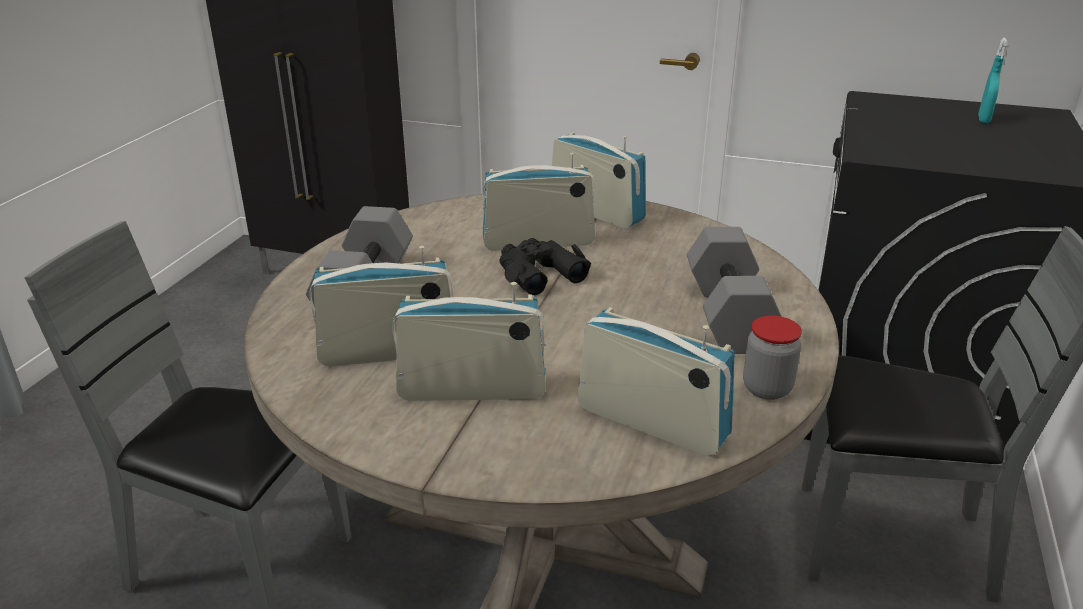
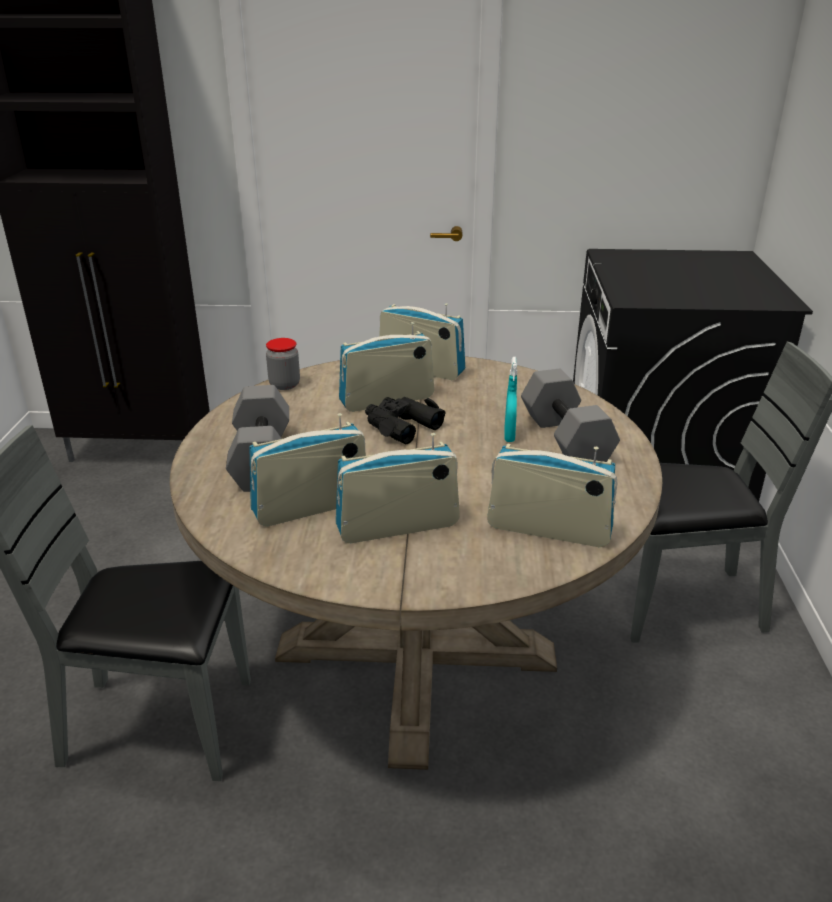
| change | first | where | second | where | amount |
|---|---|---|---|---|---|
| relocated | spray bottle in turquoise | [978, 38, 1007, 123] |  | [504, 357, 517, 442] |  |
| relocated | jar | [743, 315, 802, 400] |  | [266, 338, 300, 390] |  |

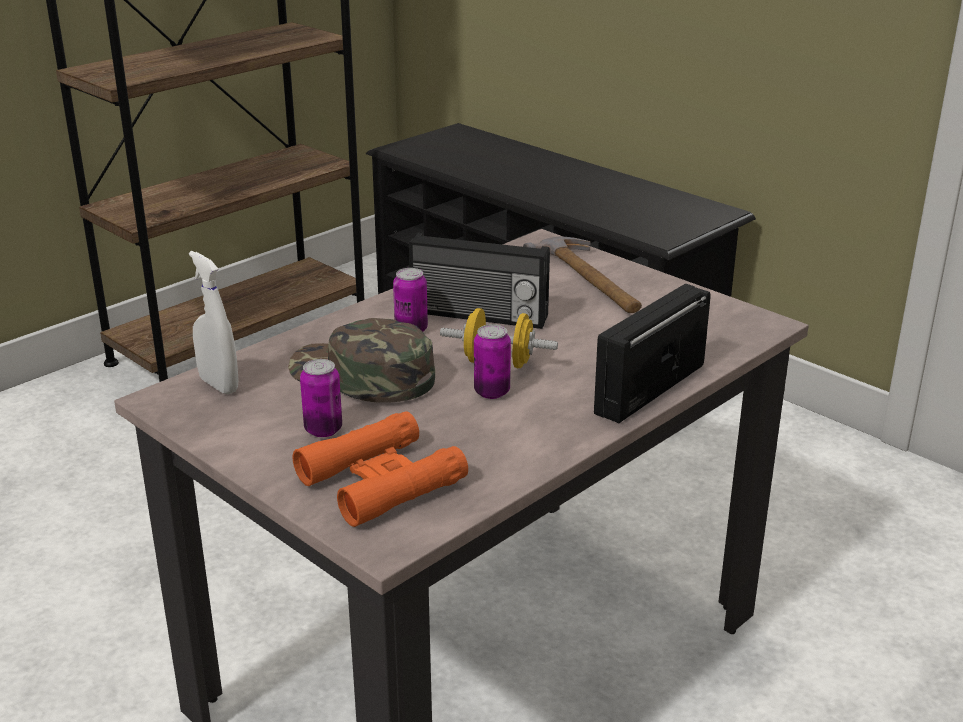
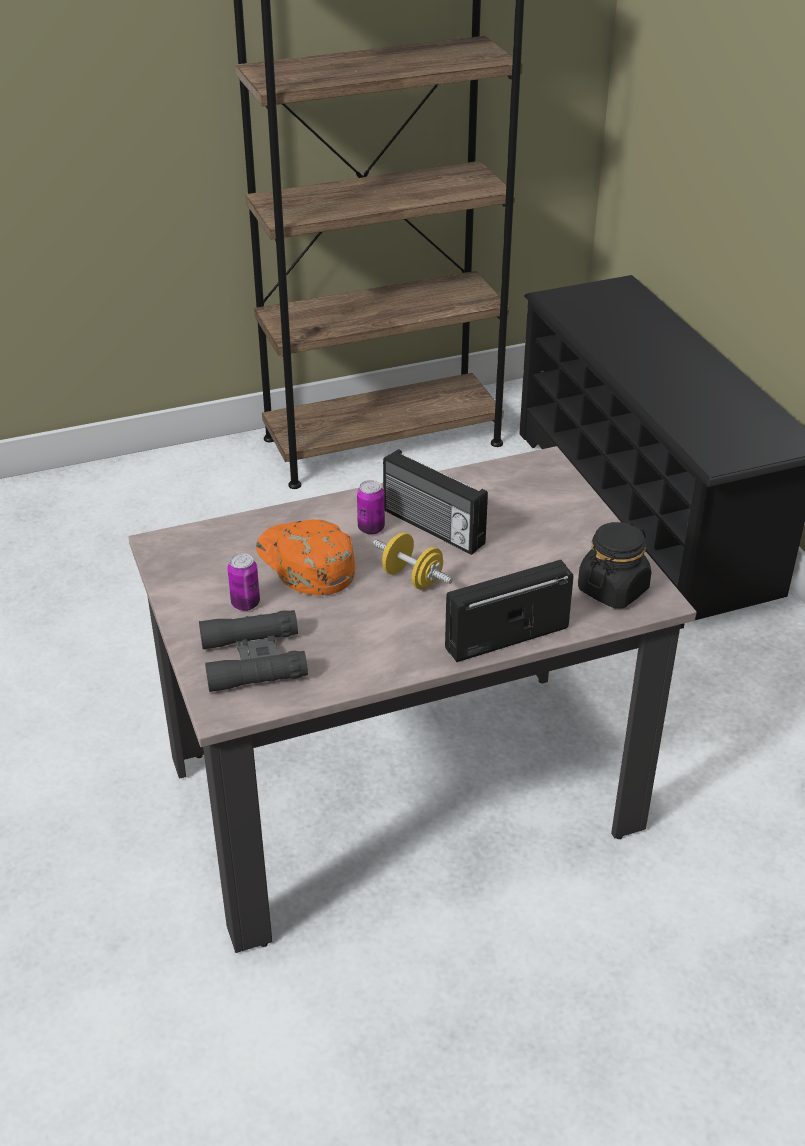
| change | first | where | second | where | amount |
|---|---|---|---|---|---|
| missing | hammer | [523, 237, 642, 313] |  |  |  |
| missing | spray bottle in white | [189, 251, 239, 394] |  |  |  |
| colour | cap in green | [288, 318, 435, 403] | cap in orange | [256, 519, 355, 595] |  |
| missing | can | [474, 324, 511, 399] |  |  |  |
| colour | binoculars in orange | [292, 411, 468, 527] | binoculars in black | [199, 610, 308, 692] |  |
| appeared |  |  | jar in black | [578, 522, 652, 609] |  |

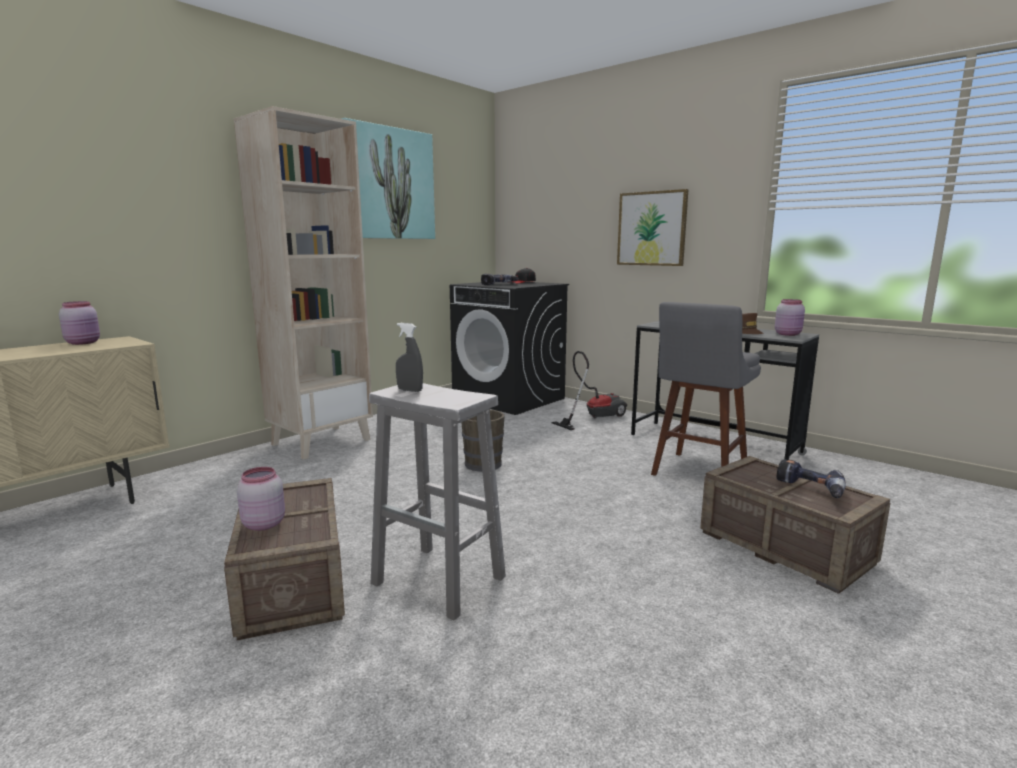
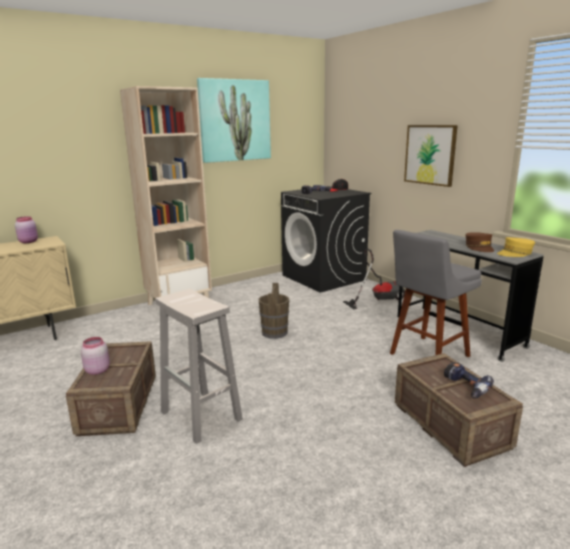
| change | first | where | second | where | amount |
|---|---|---|---|---|---|
| exchanged | jar in pink | [775, 299, 805, 336] | cap in yellow | [497, 237, 535, 257] |  |
| missing | spray bottle in grey | [396, 323, 423, 392] |  |  |  |

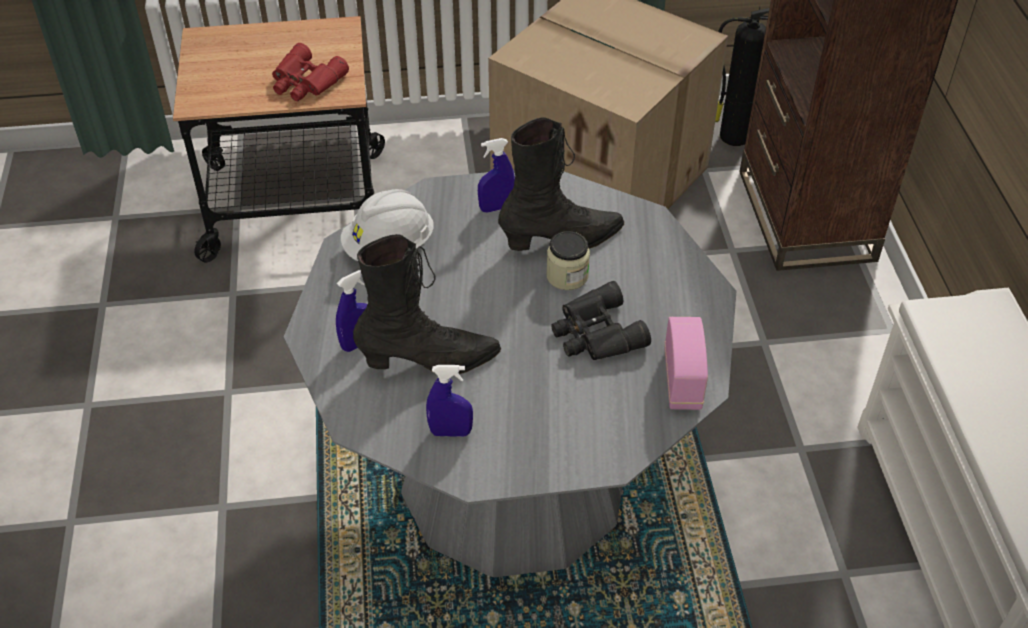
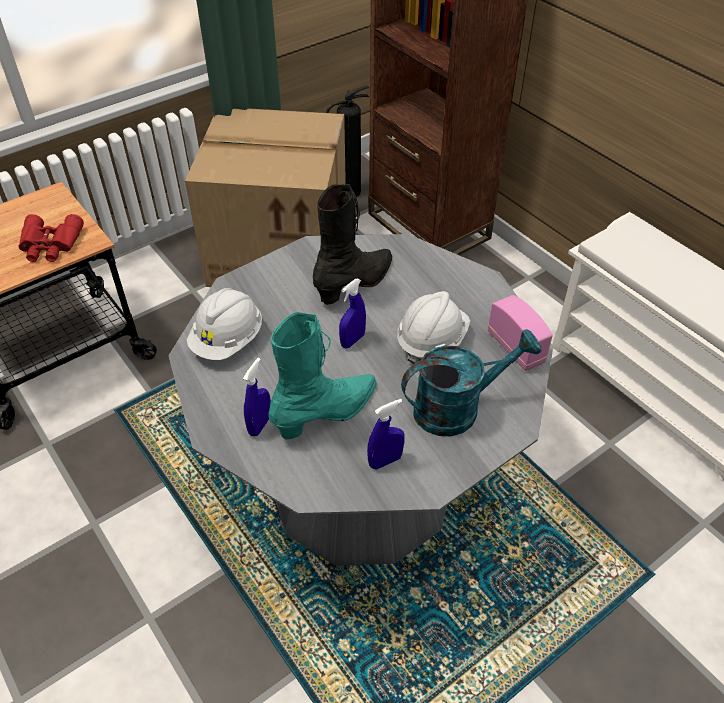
| change | first | where | second | where | amount |
|---|---|---|---|---|---|
| relocated | spray bottle in blue | [478, 138, 515, 213] |  | [339, 279, 366, 348] |  |
| missing | jar | [546, 231, 590, 290] |  |  |  |
| colour | boot in black | [353, 234, 501, 374] | boot in turquoise | [269, 312, 377, 440] |  |
| exchanged | binoculars in black | [551, 281, 651, 360] | hard hat in white | [397, 291, 470, 365] |  |
| appeared |  |  | watering can in turquoise | [401, 329, 541, 436] |  |

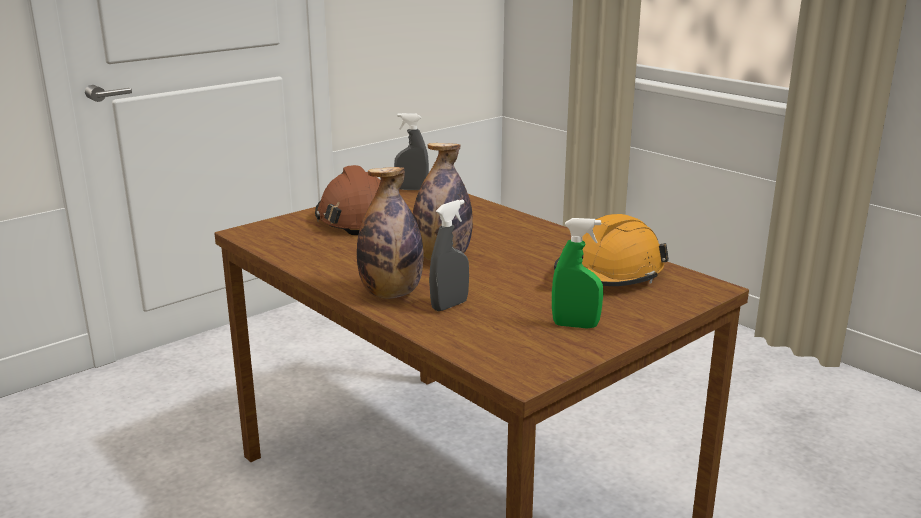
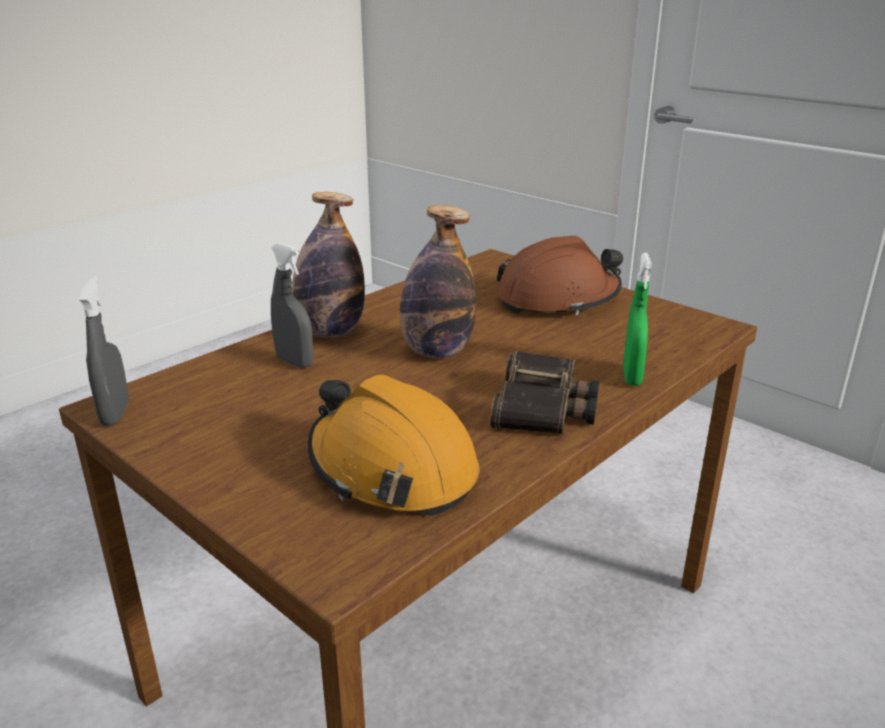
| change | first | where | second | where | amount |
|---|---|---|---|---|---|
| relocated | spray bottle in grey | [394, 113, 429, 190] |  | [79, 276, 129, 426] |  |
| relocated | spray bottle in green | [552, 218, 603, 328] |  | [623, 253, 652, 386] |  |
| appeared |  |  | binoculars | [490, 350, 599, 434] |  |

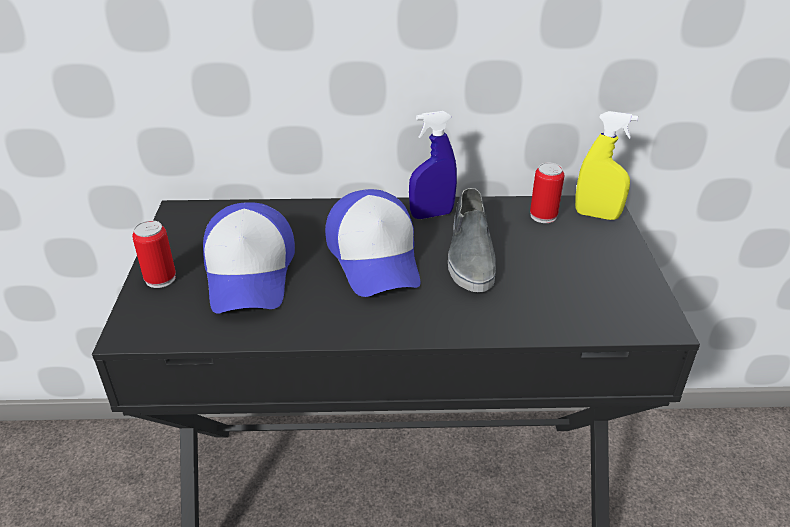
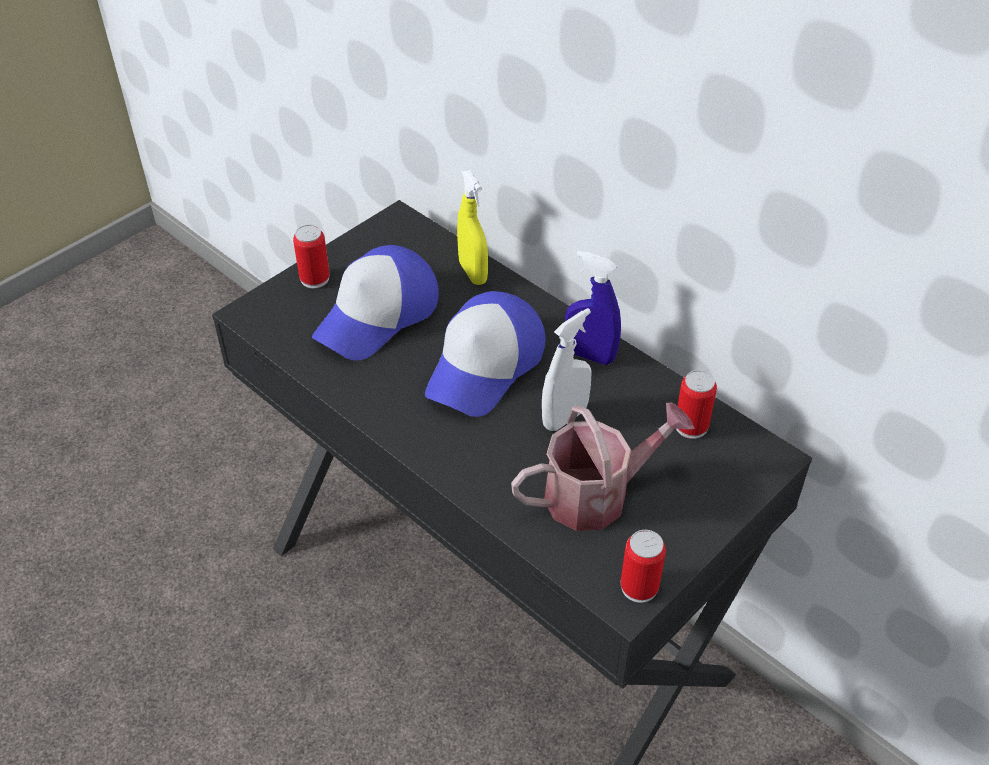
| change | first | where | second | where | amount |
|---|---|---|---|---|---|
| relocated | spray bottle in yellow | [575, 111, 638, 220] |  | [457, 170, 488, 285] |  |
| exchanged | shoe in grey | [448, 188, 496, 292] | spray bottle in white | [542, 308, 591, 431] |  |
| appeared |  |  | watering can | [511, 403, 695, 531] |  |
| appeared |  |  | can | [621, 530, 666, 603] |  |

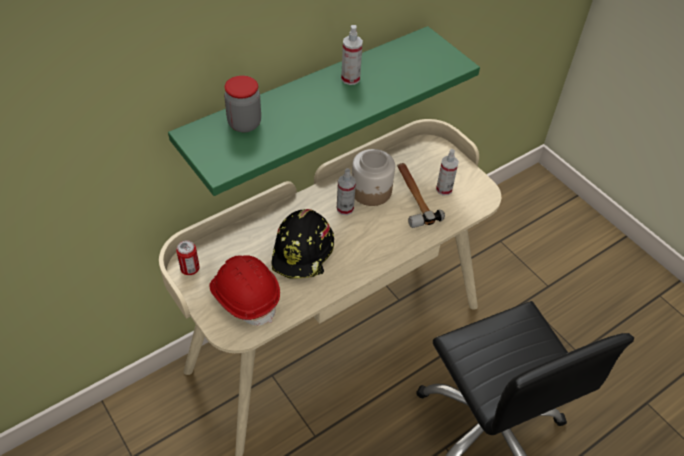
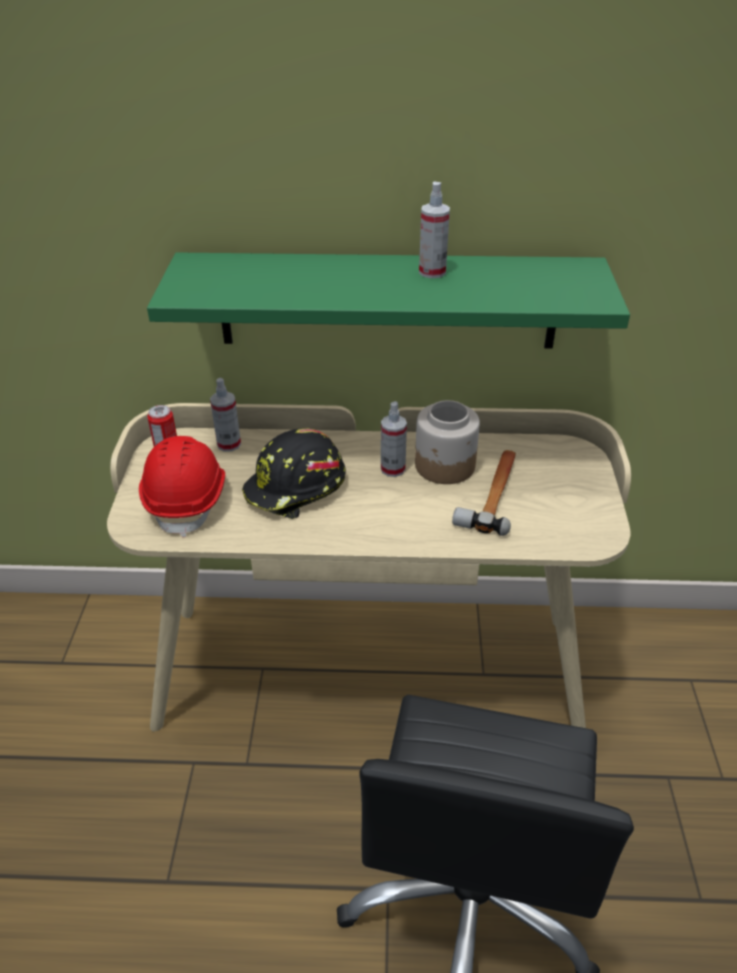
| change | first | where | second | where | amount |
|---|---|---|---|---|---|
| missing | jar | [224, 76, 261, 132] |  |  |  |
| relocated | spray bottle | [436, 149, 459, 195] |  | [210, 378, 241, 452] |  |

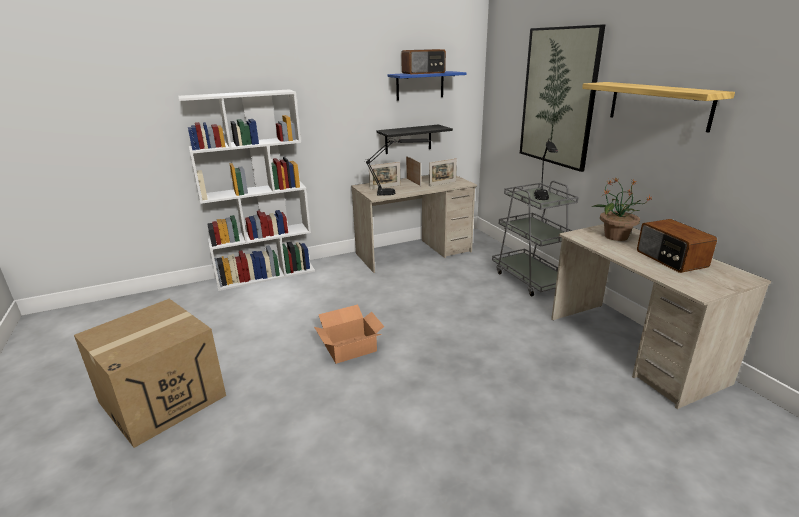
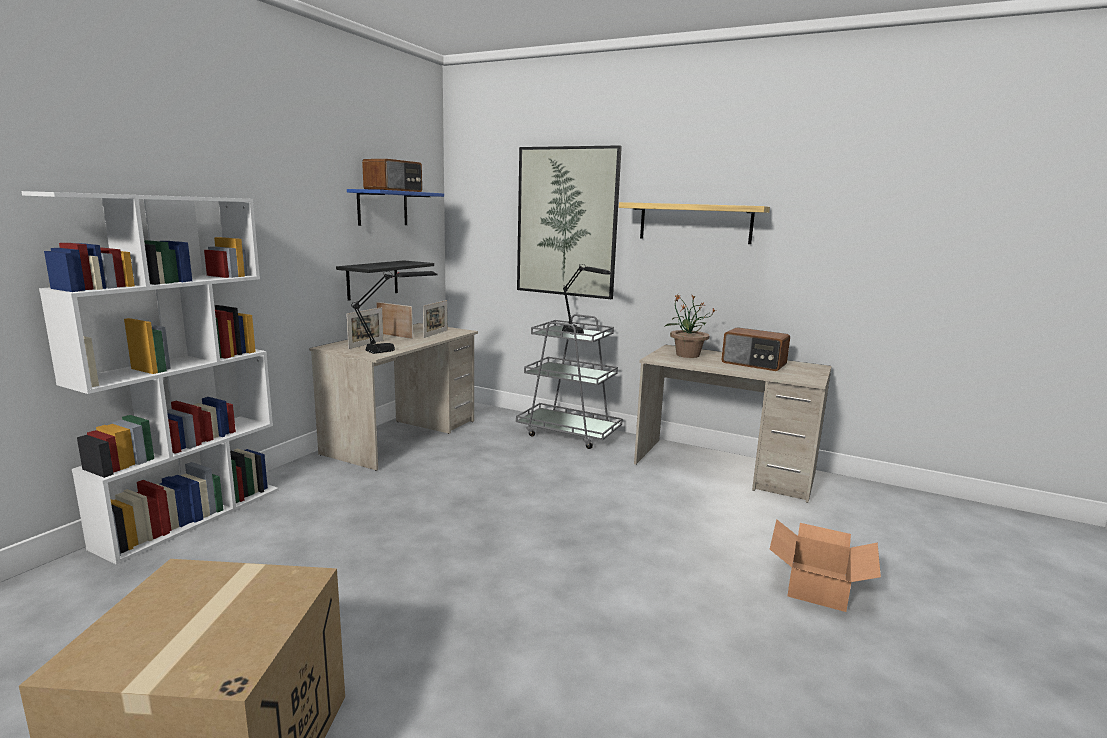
| change | first | where | second | where | amount |
|---|---|---|---|---|---|
| relocated | cardboard box | [314, 305, 384, 364] |  | [770, 519, 881, 612] |  |

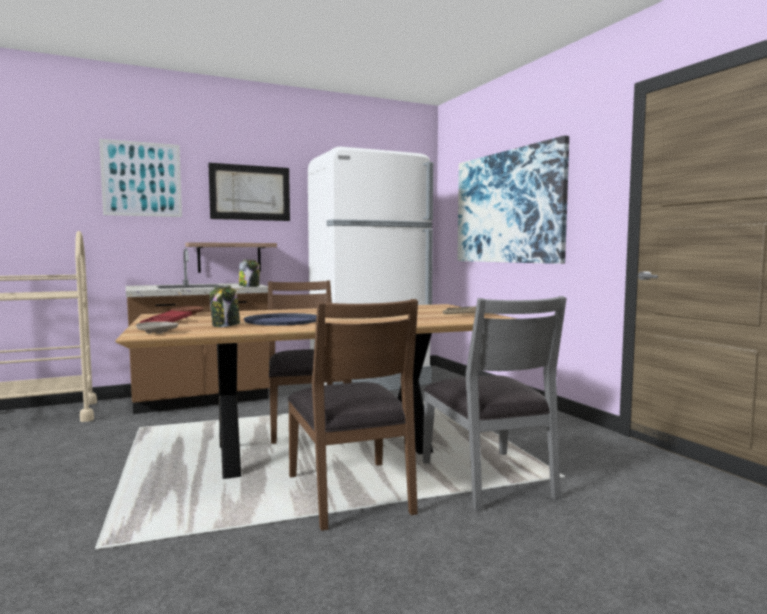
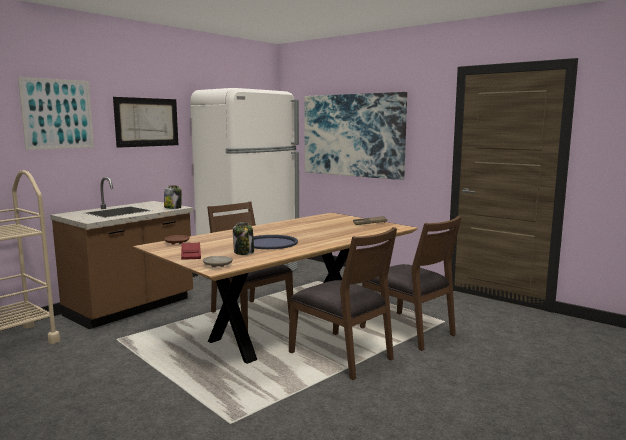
| change | first | where | second | where | amount |
|---|---|---|---|---|---|
| missing | shelf | [185, 242, 277, 273] |  |  |  |
| colour | chair in grey | [423, 296, 567, 512] | chair in brown | [360, 216, 461, 351] |  |

